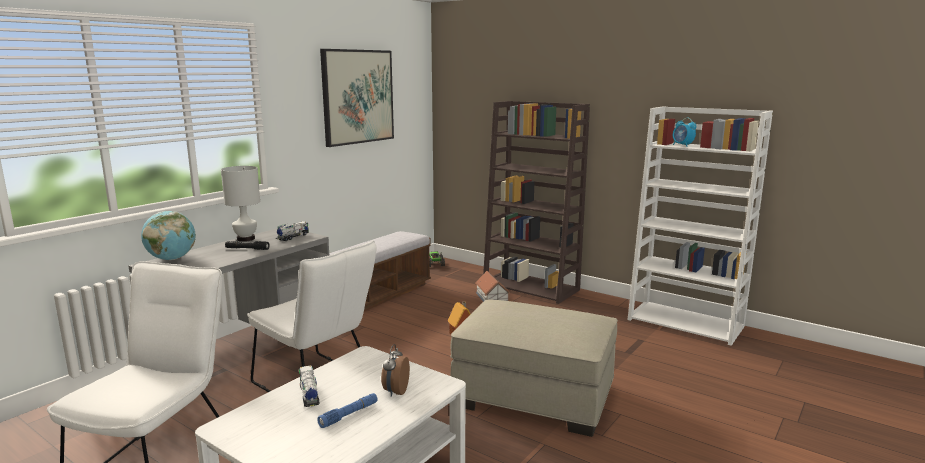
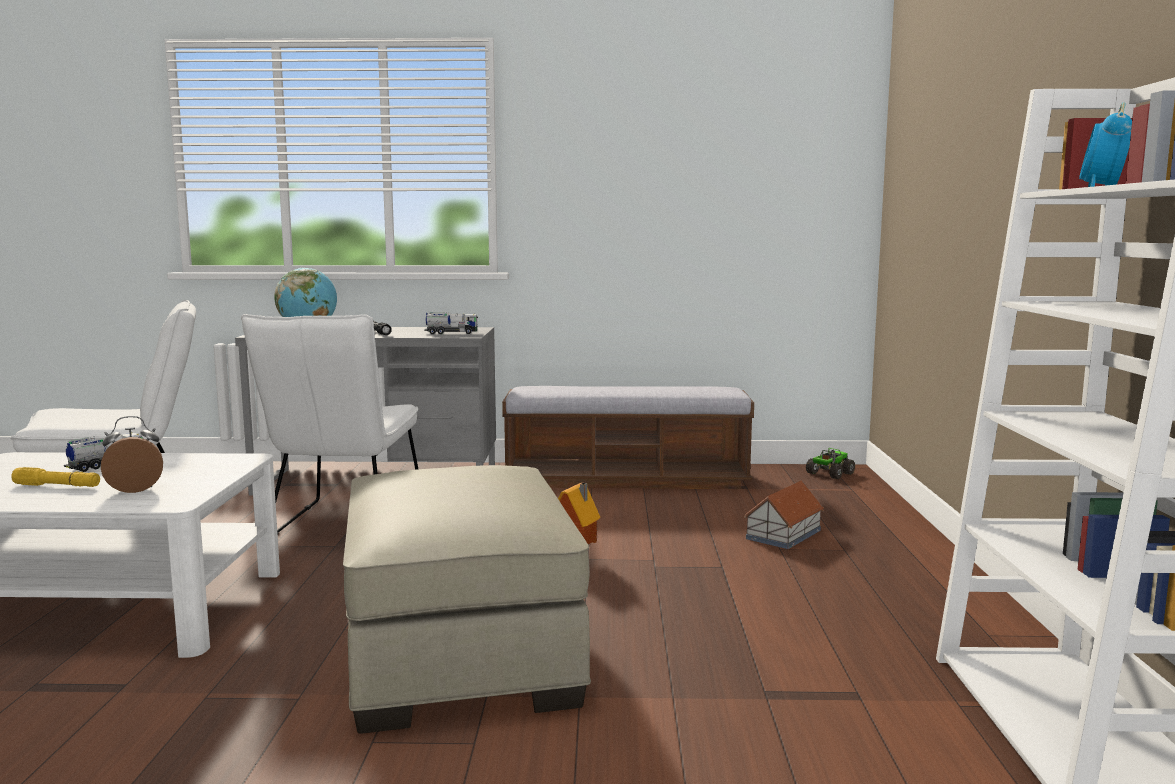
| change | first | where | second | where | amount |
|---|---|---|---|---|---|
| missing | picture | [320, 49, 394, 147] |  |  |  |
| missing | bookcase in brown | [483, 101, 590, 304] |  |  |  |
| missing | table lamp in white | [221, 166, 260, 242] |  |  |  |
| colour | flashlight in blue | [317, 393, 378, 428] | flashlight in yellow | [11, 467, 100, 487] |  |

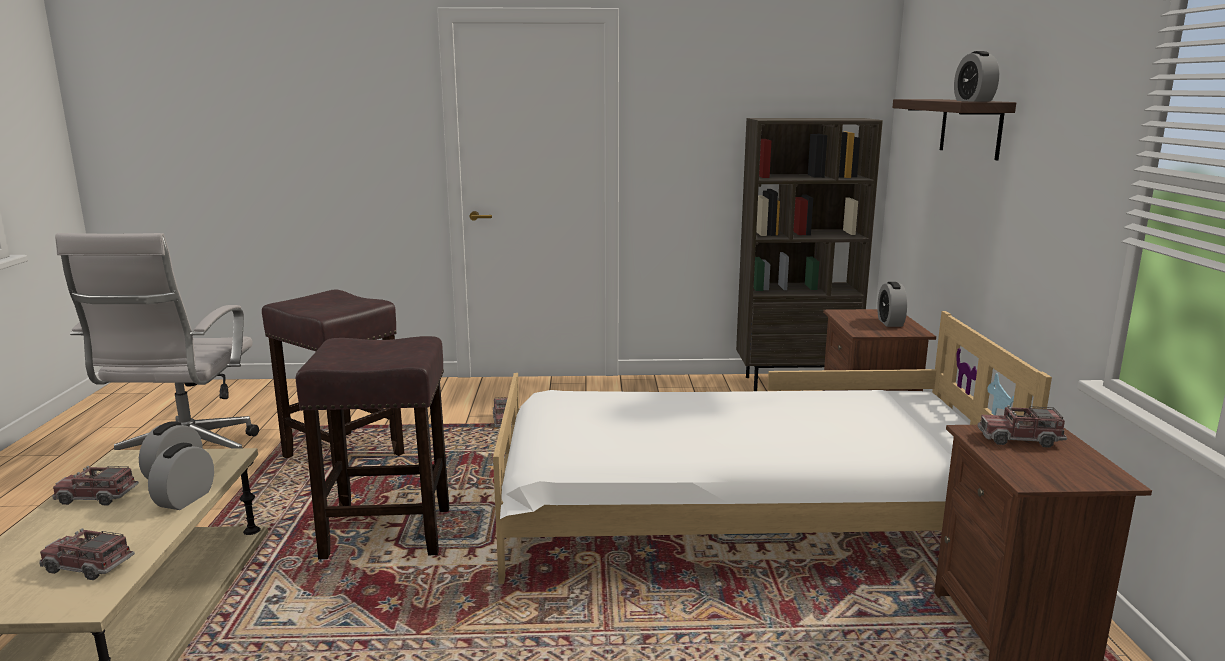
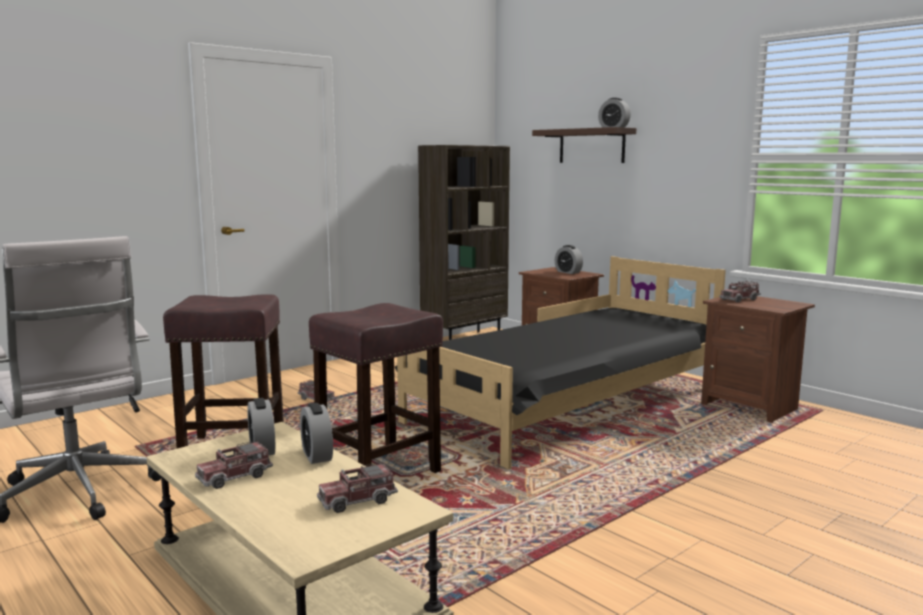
| change | first | where | second | where | amount |
|---|---|---|---|---|---|
| colour | bed in white | [493, 311, 1052, 584] | bed in black | [395, 256, 726, 469] |  |

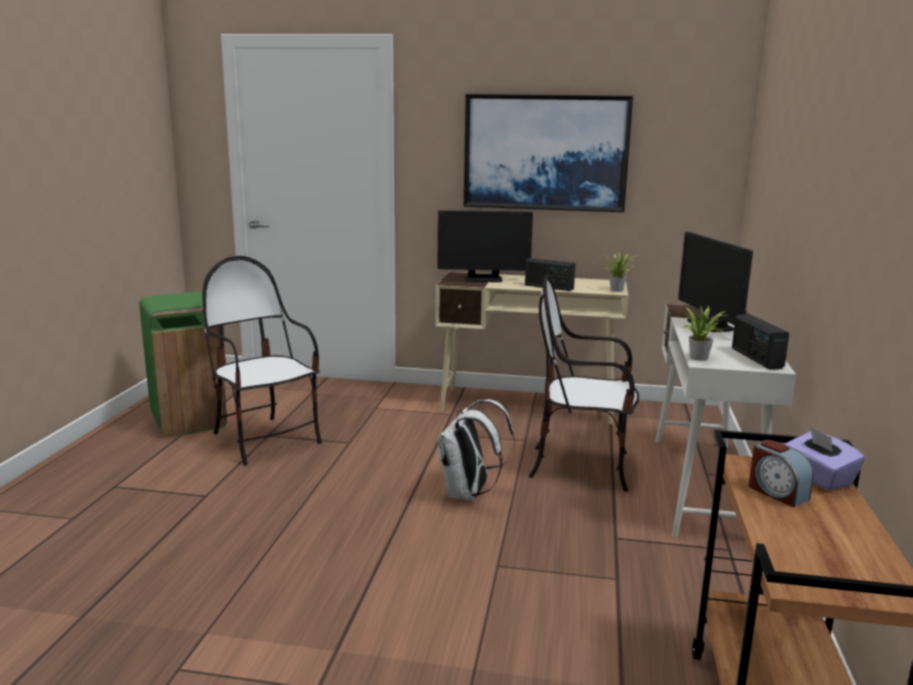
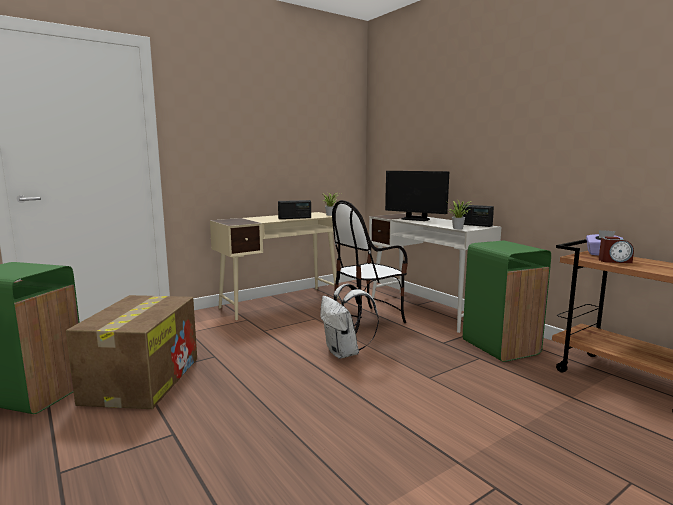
| change | first | where | second | where | amount |
|---|---|---|---|---|---|
| missing | picture | [464, 94, 633, 212] |  |  |  |
| missing | monitor | [438, 210, 533, 282] |  |  |  |
| exchanged | chair | [202, 256, 322, 465] | cardboard box | [66, 295, 197, 409] |  |
| appeared |  |  | trash can in green | [463, 241, 551, 362] |  |

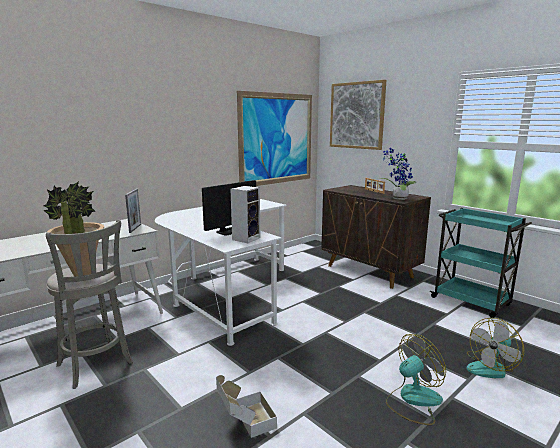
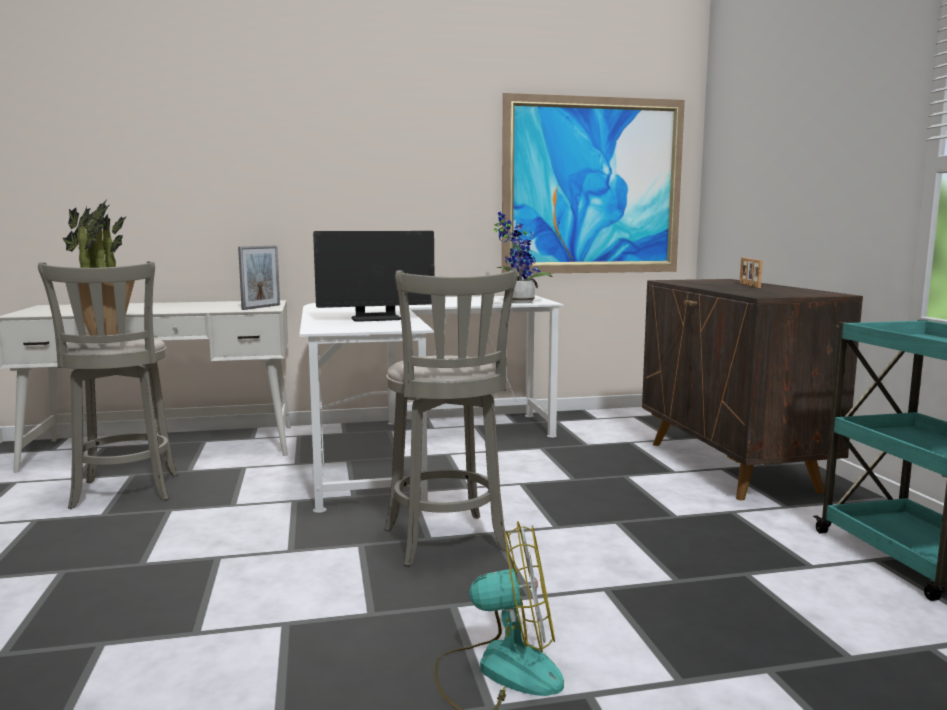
| change | first | where | second | where | amount |
|---|---|---|---|---|---|
| missing | picture | [330, 80, 386, 150] |  |  |  |
| relocated | potted plant | [379, 148, 417, 200] |  | [494, 211, 553, 303] |  |
| missing | speaker | [230, 186, 260, 243] |  |  |  |
| missing | fan | [466, 318, 524, 378] |  |  |  |
| missing | cardboard box | [216, 375, 277, 438] |  |  |  |
| appeared |  |  | stool in grey | [384, 268, 518, 567] |  |

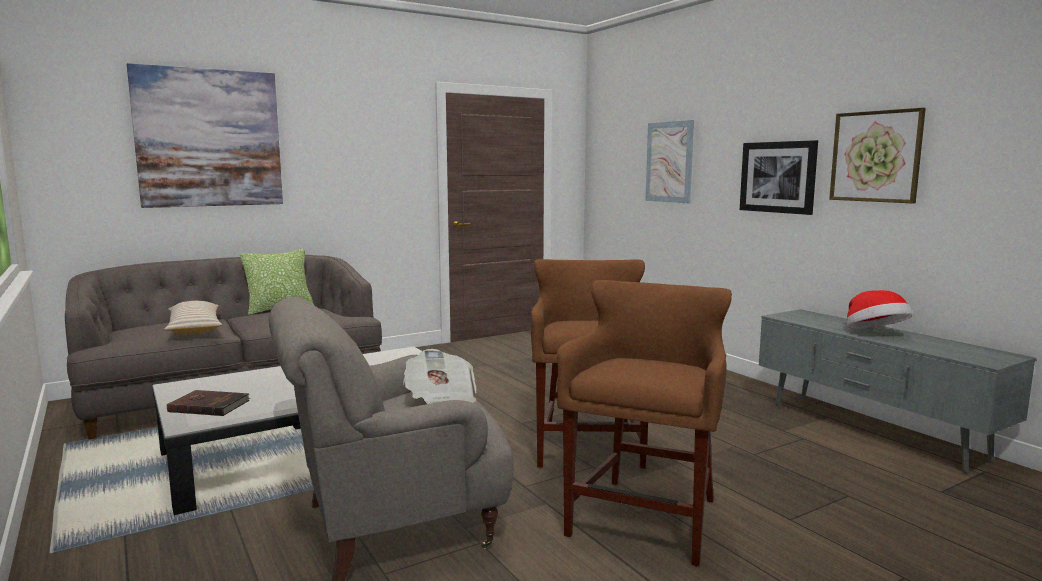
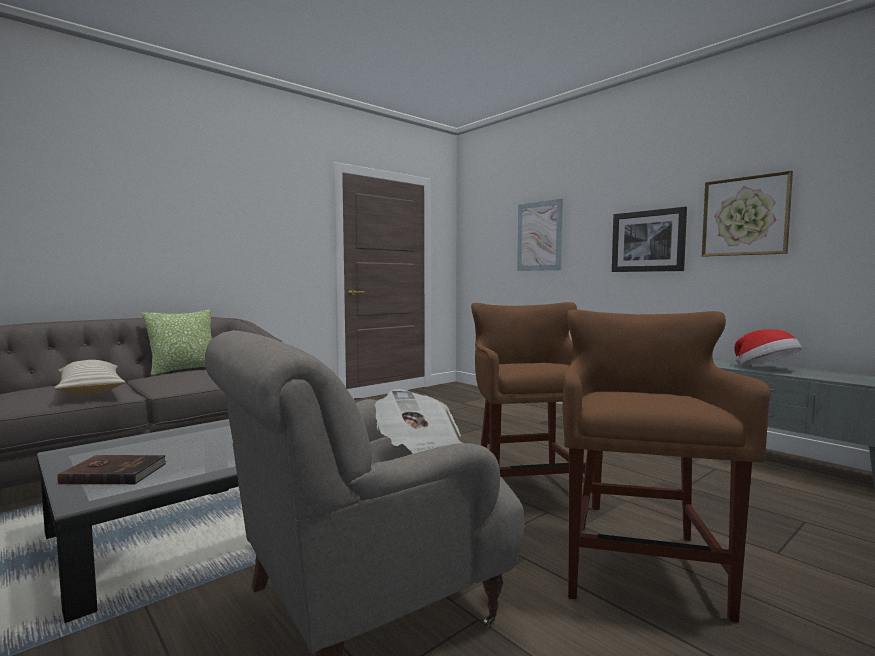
| change | first | where | second | where | amount |
|---|---|---|---|---|---|
| missing | picture | [127, 63, 283, 208] |  |  |  |

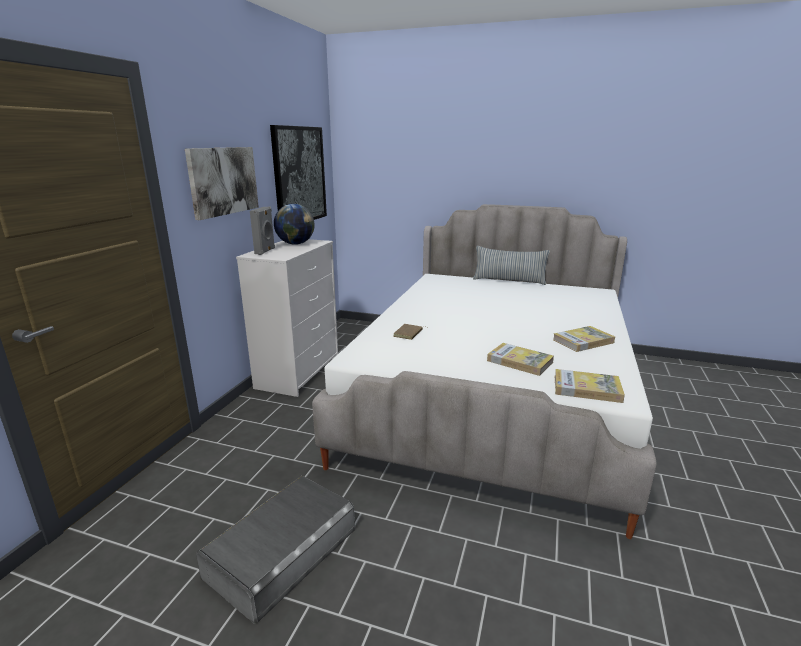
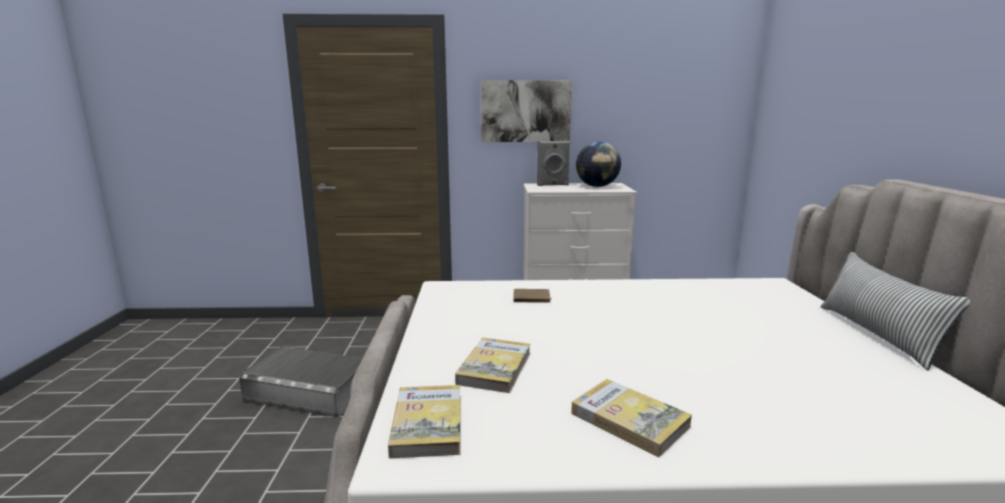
| change | first | where | second | where | amount |
|---|---|---|---|---|---|
| missing | picture | [270, 125, 327, 220] |  |  |  |

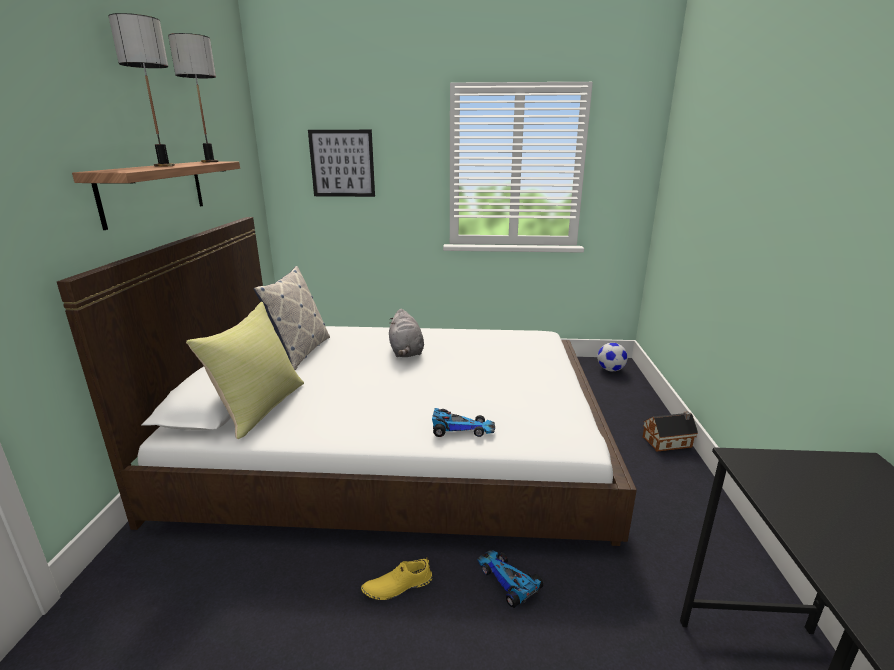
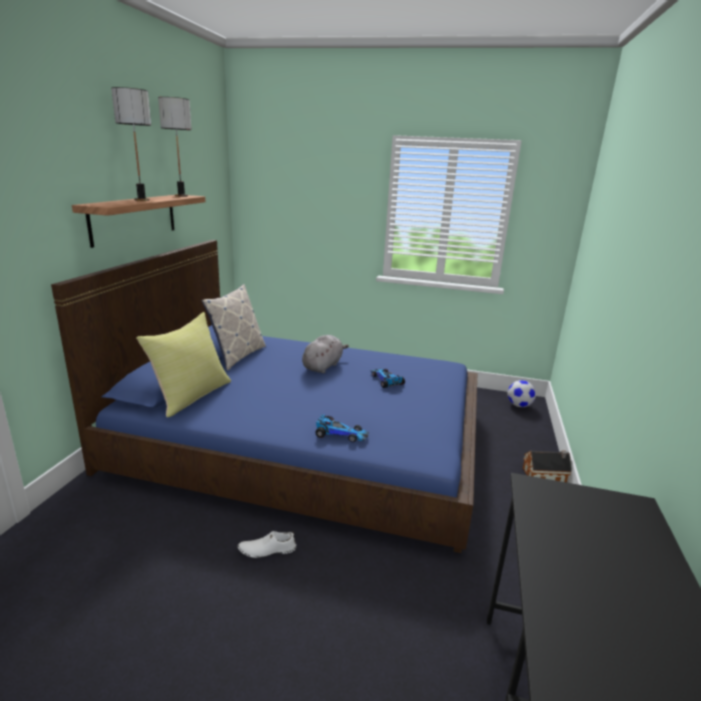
| change | first | where | second | where | amount |
|---|---|---|---|---|---|
| missing | picture | [308, 130, 375, 197] |  |  |  |
| colour | bed in white | [57, 217, 637, 546] | bed in blue | [51, 240, 477, 553] |  |
| spun | plush toy in grey | [389, 309, 424, 357] |  | [302, 335, 349, 373] | 150 degrees counterclockwise |
| relocated | toy car | [477, 550, 544, 608] |  | [370, 369, 405, 388] |  |
| colour | shoe in yellow | [361, 557, 432, 600] | shoe in white | [238, 531, 296, 558] |  |

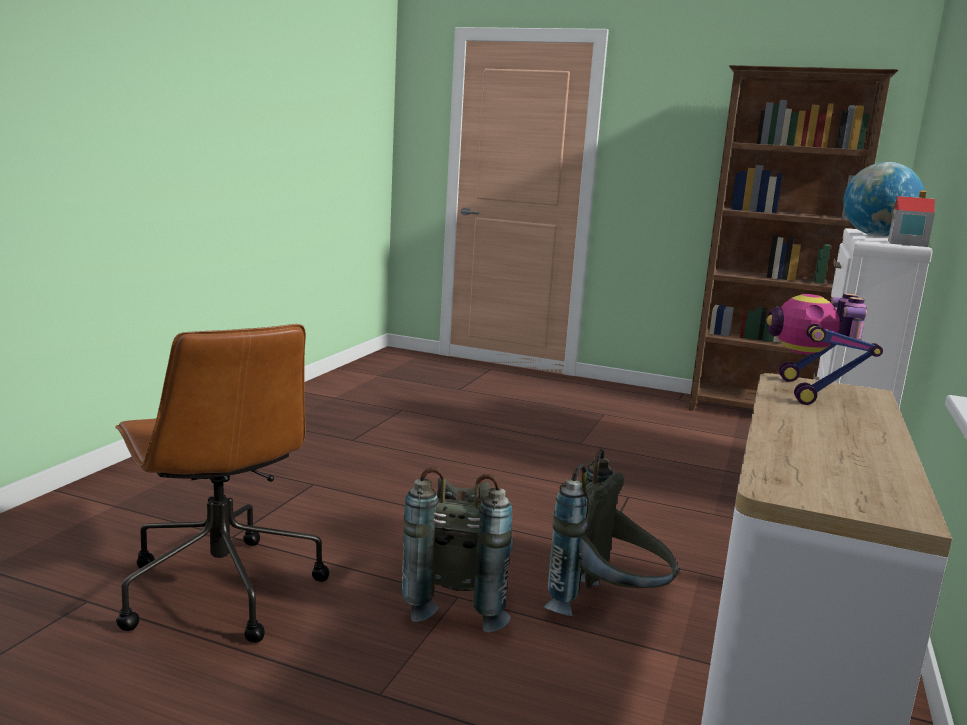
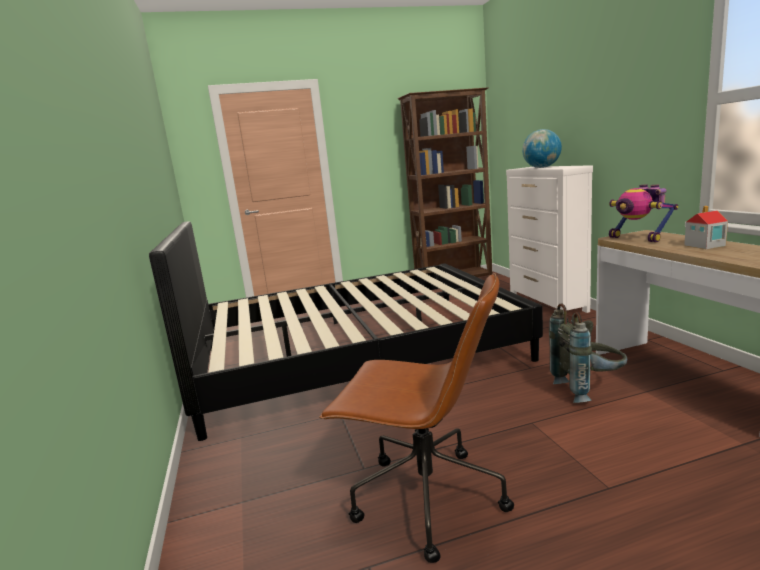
| change | first | where | second | where | amount |
|---|---|---|---|---|---|
| relocated | toy house | [888, 190, 935, 247] |  | [684, 206, 728, 249] |  |
| missing | backpack in grey | [401, 467, 513, 632] |  |  |  |
| appeared |  |  | bed in black | [149, 221, 543, 441] |  |

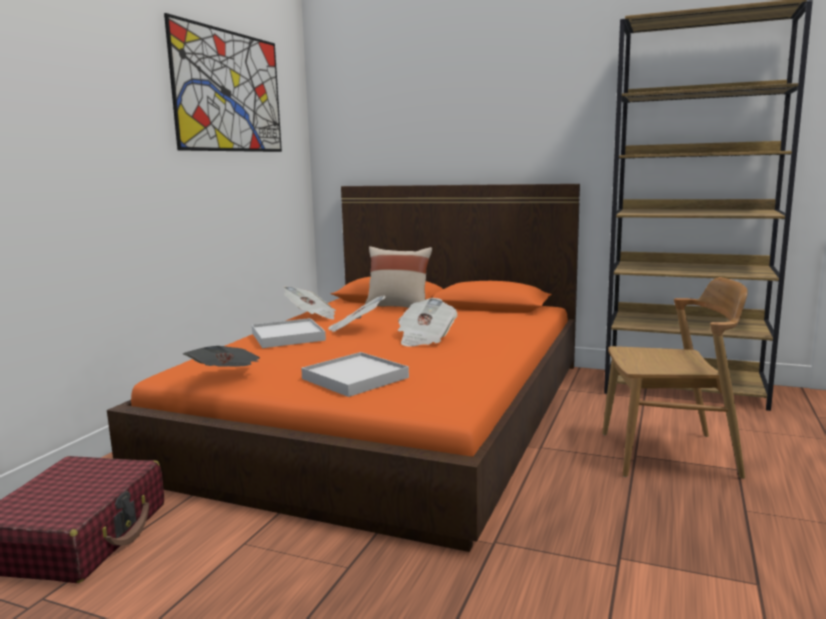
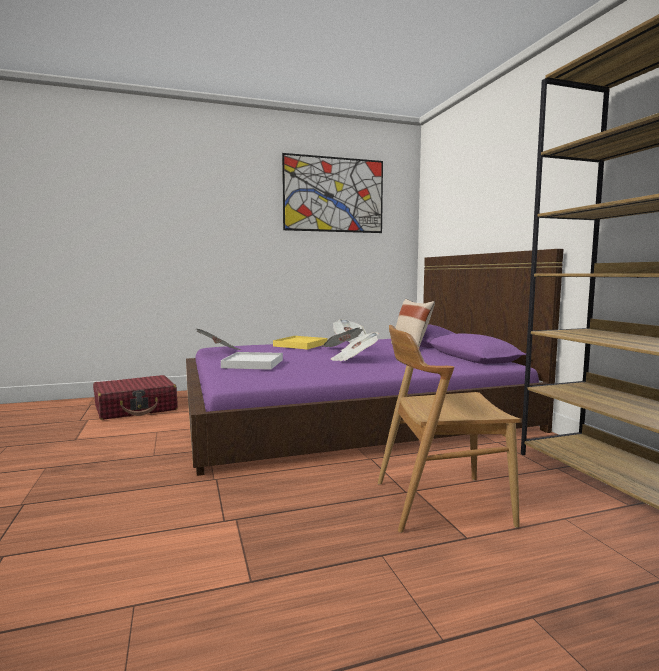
| change | first | where | second | where | amount |
|---|---|---|---|---|---|
| colour | bed in orange | [107, 184, 580, 552] | bed in purple | [186, 249, 564, 476] |  |
| spun | chair in brown | [602, 277, 748, 479] |  | [378, 325, 522, 533] | 120 degrees clockwise |
| colour | tray in white | [252, 318, 326, 348] | tray in yellow | [273, 336, 327, 350] |  |

